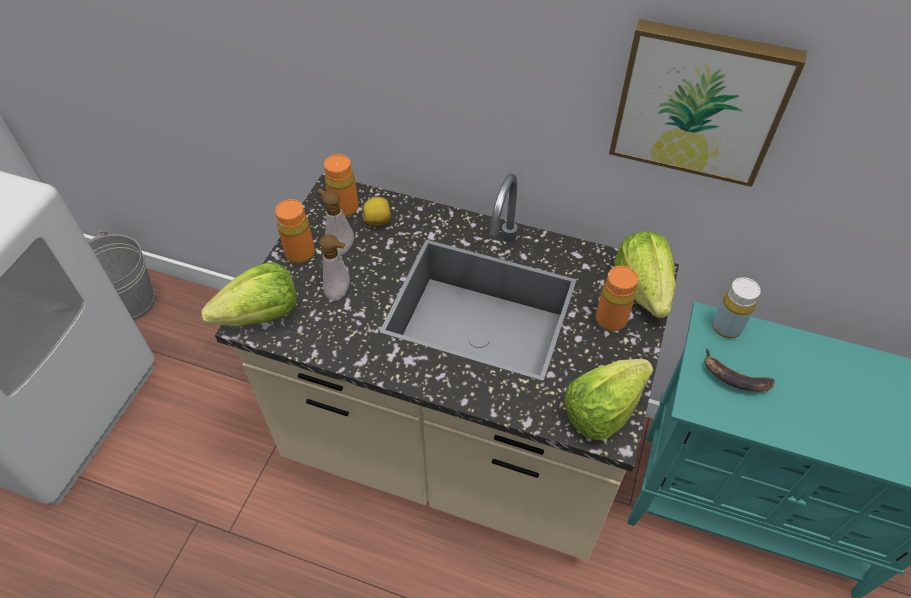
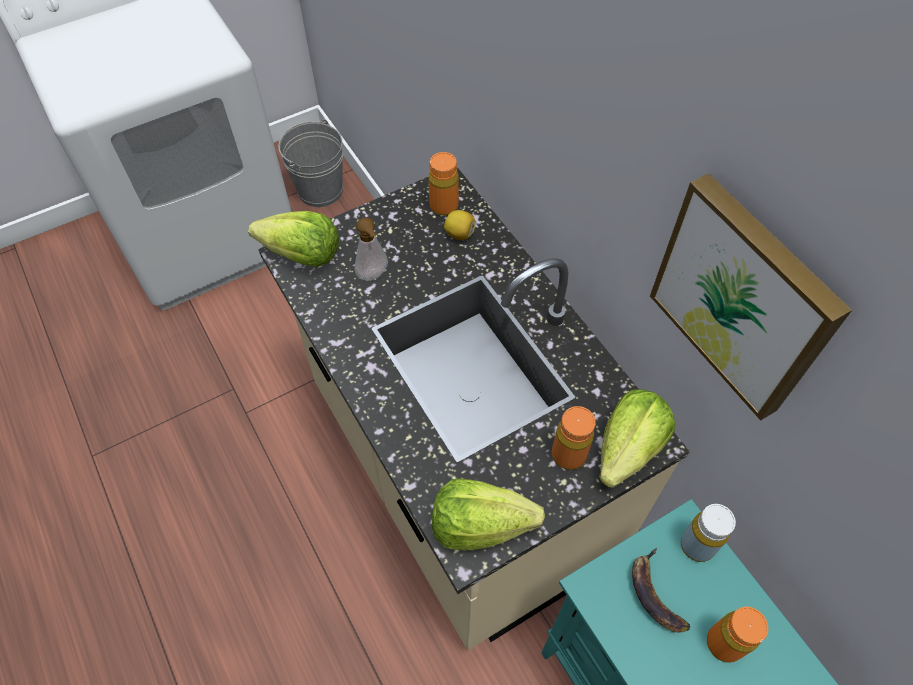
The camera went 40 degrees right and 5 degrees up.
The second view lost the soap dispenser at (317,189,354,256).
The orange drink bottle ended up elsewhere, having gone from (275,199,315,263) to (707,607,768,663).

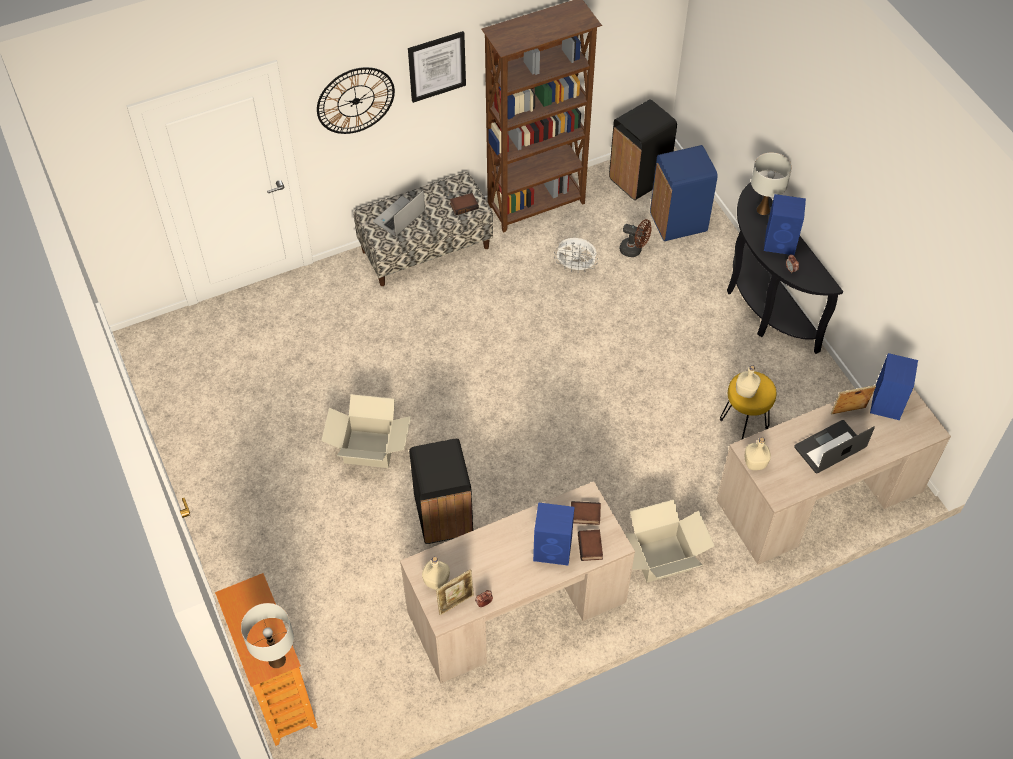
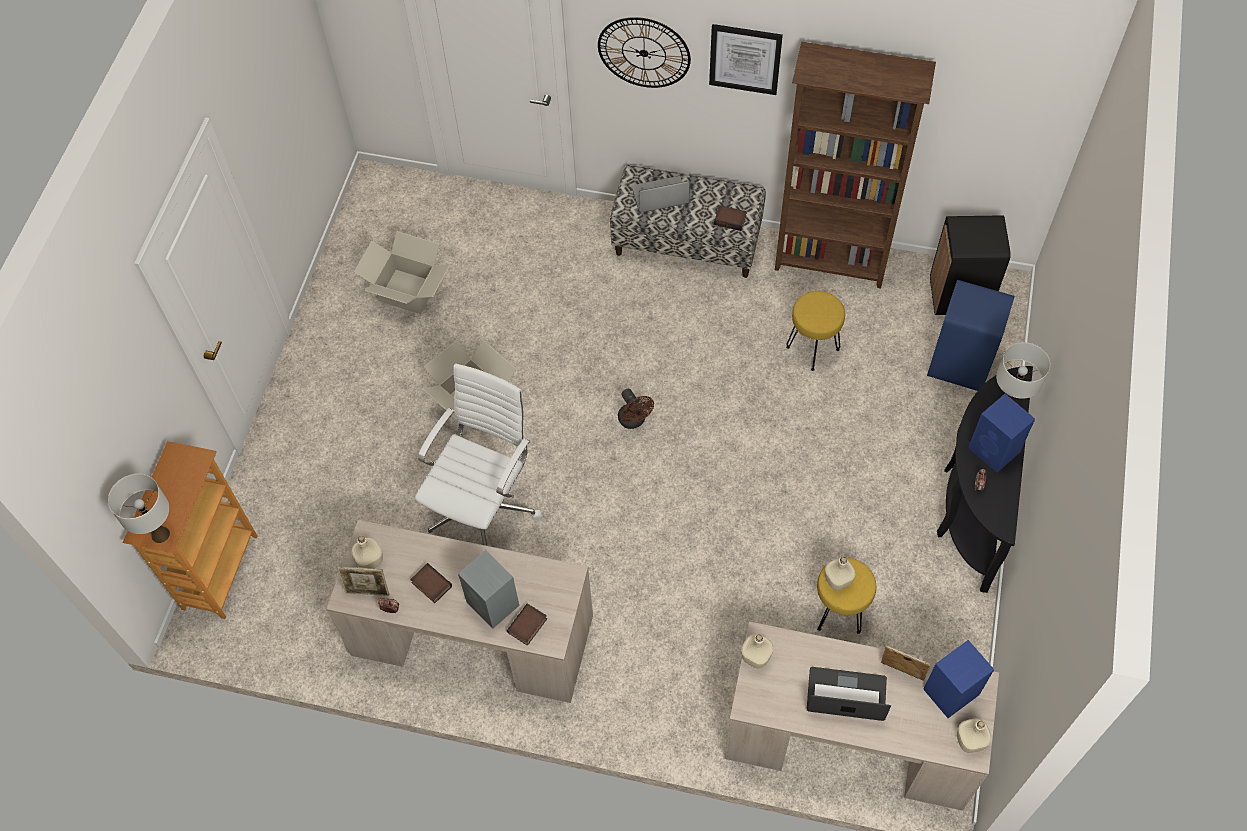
The camera went 40 degrees right and 5 degrees up.
The brownish cooling fan ended up elsewhere, having gone from (620,219,652,257) to (618,389,654,429).
Where the whitish cooling fan stood at (554,238,598,273), the yellowish stool seat came to stand at (786,291,845,371).
Where the blackish waste bin stood at (409,439,473,544), the whitish desk chair came to stand at (415,363,542,546).
The cardboard box ended up elsewhere, having gone from (625,500,714,583) to (354,231,450,314).
The volume ended up elsewhere, having gone from (571,501,601,525) to (410,563,452,603).
What was the bluish audio speaker at (533,502,575,566) turned into the gray audio speaker at (458,550,519,629).
The second view gained the beige-coloured drink bottle at (957,718,991,753).

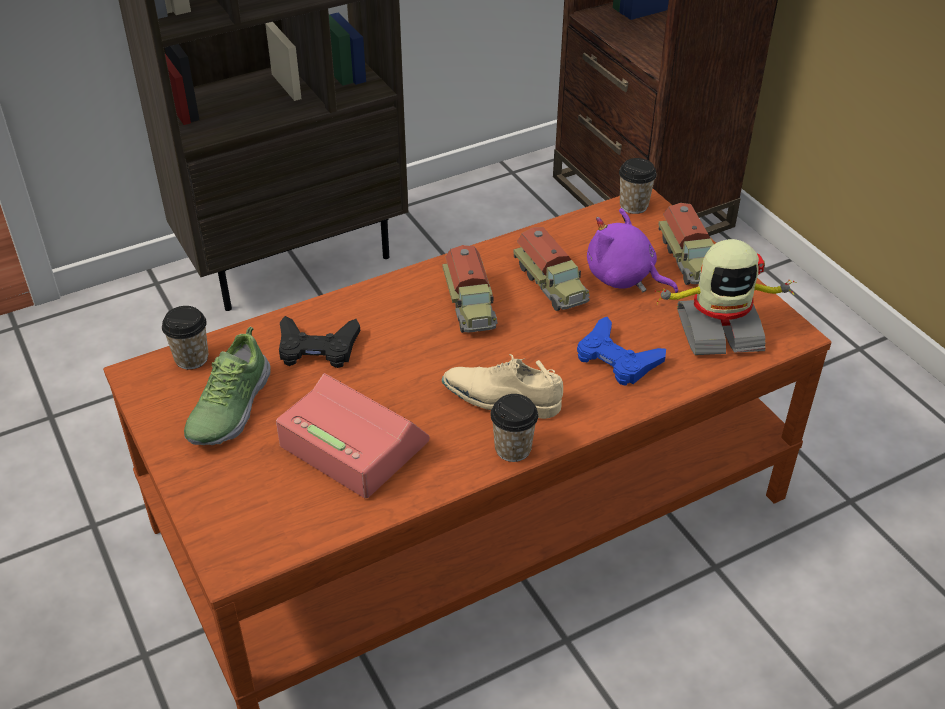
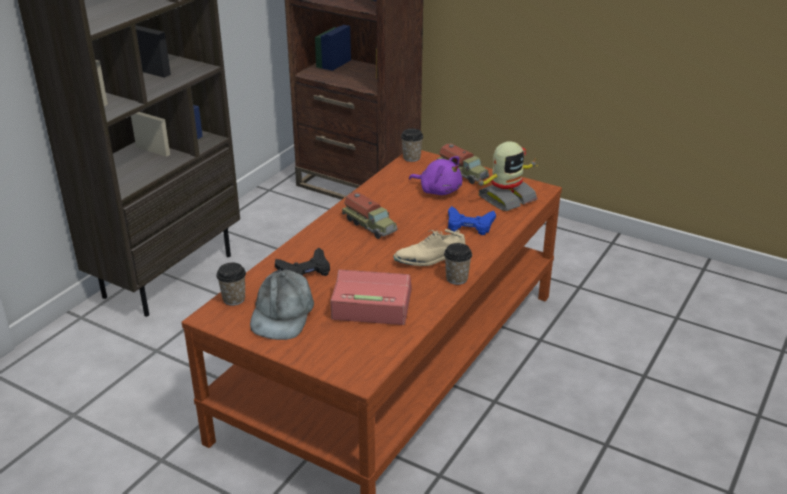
The camera went 30 degrees left and 10 degrees down.
The purple-coloured soft toy at (587,208,678,293) ended up facing another way, 150 degrees counterclockwise from before.
The second view lost the toy truck at (513,227,590,311).
Where the low shoe stood at (184,327,271,445), the gray peaked cap came to stand at (250,268,314,340).

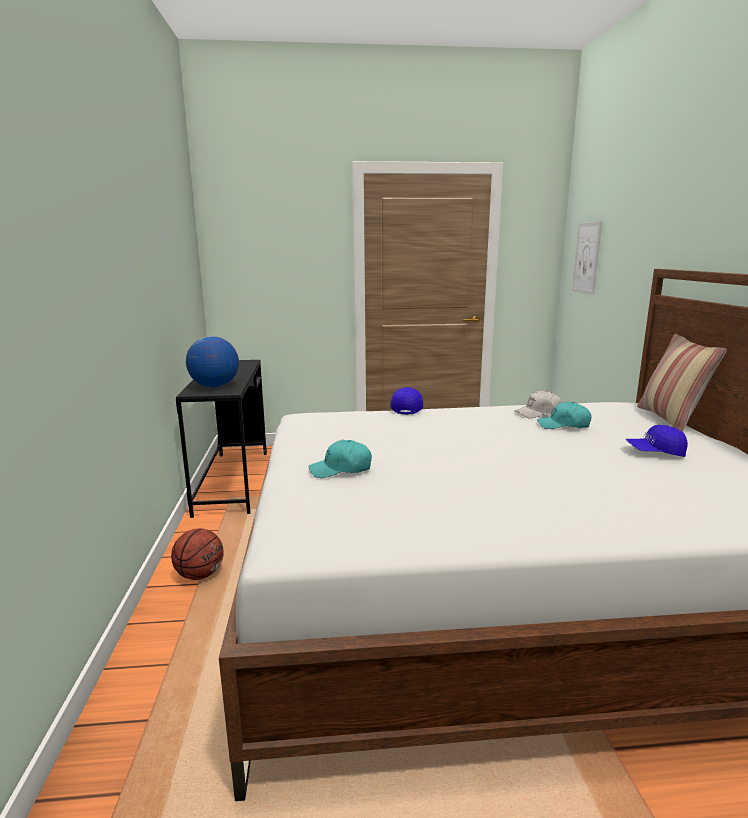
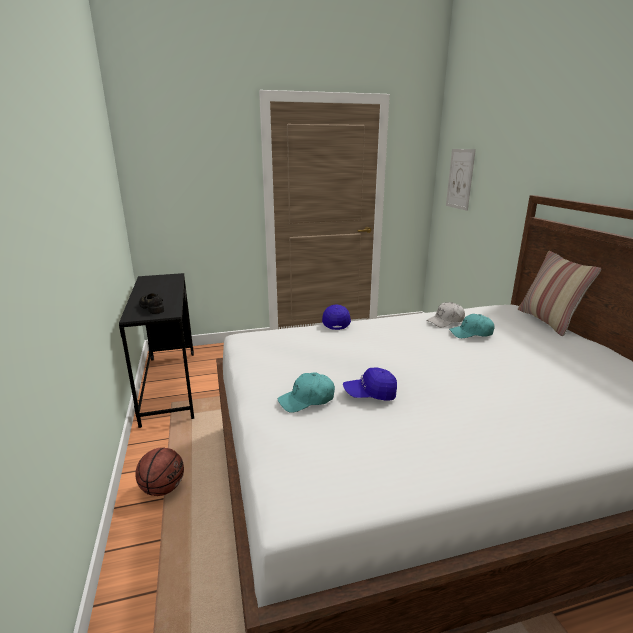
The camera went 10 degrees left and 5 degrees up.
Where the globe stood at (186,336,239,388), the blackish low shoe came to stand at (139,293,164,314).
The bluish peaked cap ended up elsewhere, having gone from (626,425,688,457) to (343,367,397,401).

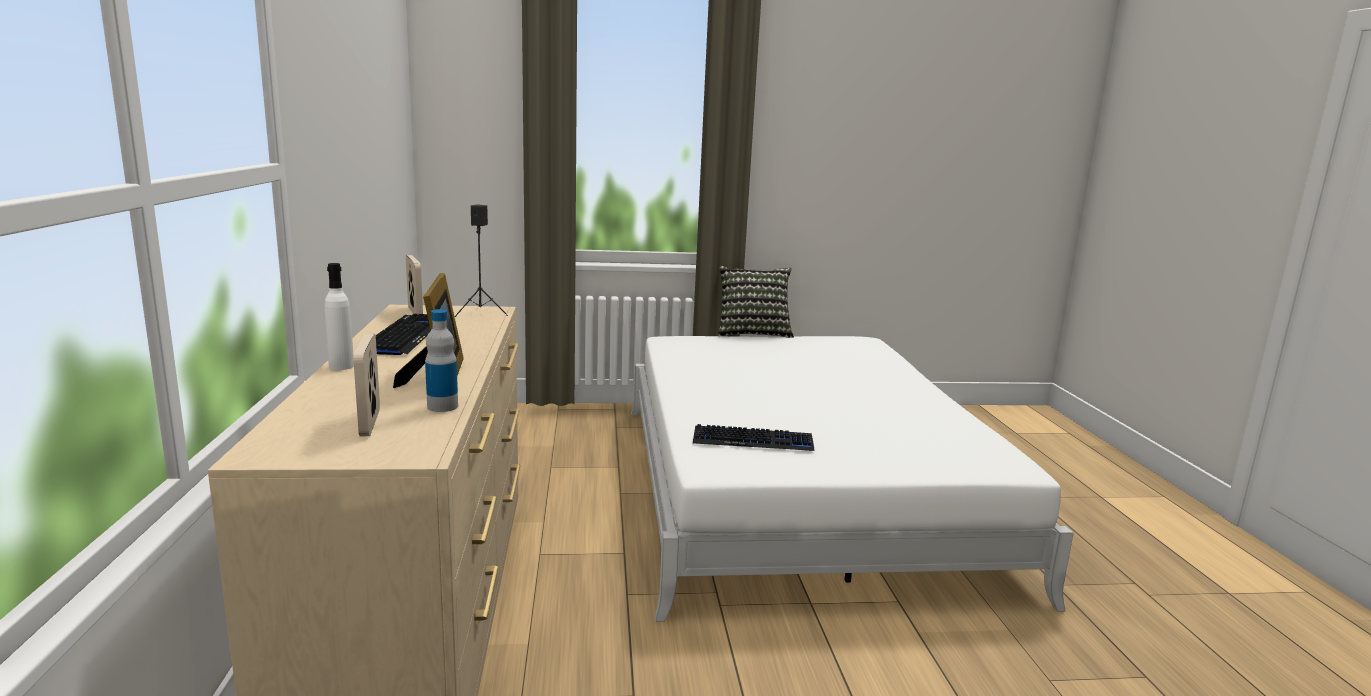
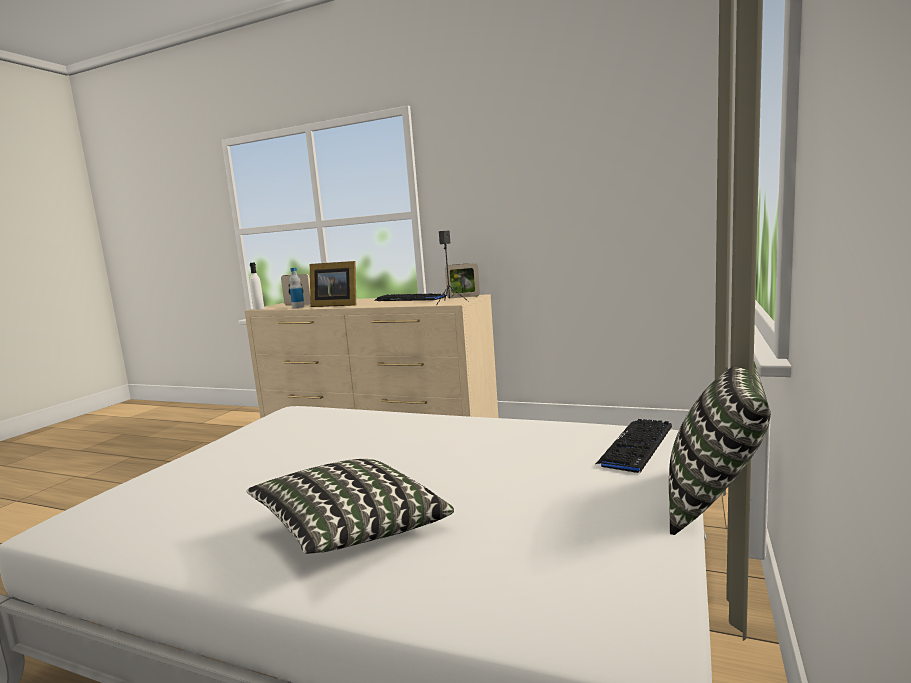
The camera went 120 degrees right and 5 degrees down.
The whitish drink bottle ended up elsewhere, having gone from (325,263,354,370) to (250,262,264,310).
The PC keyboard ended up elsewhere, having gone from (693,424,814,451) to (596,419,672,473).
The second view gained the cushion at (246,459,454,554).

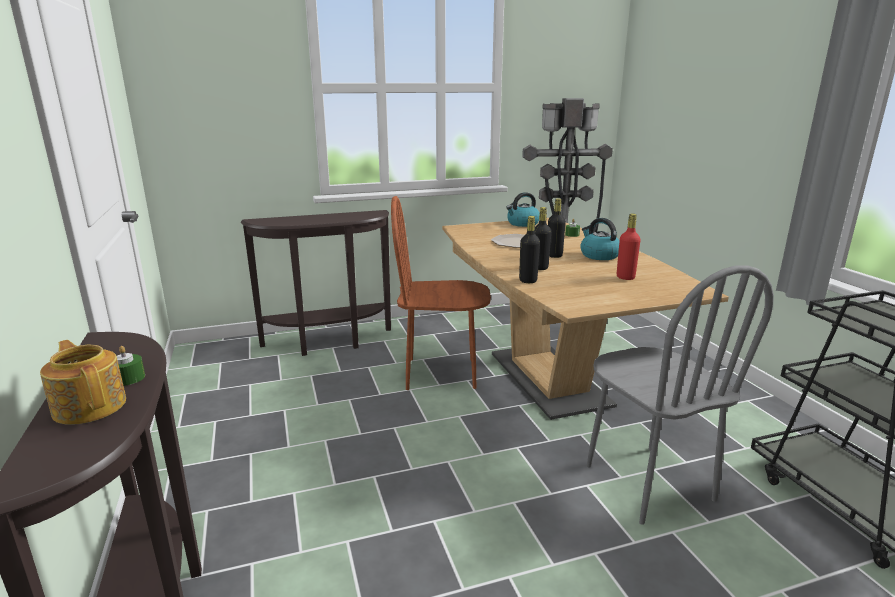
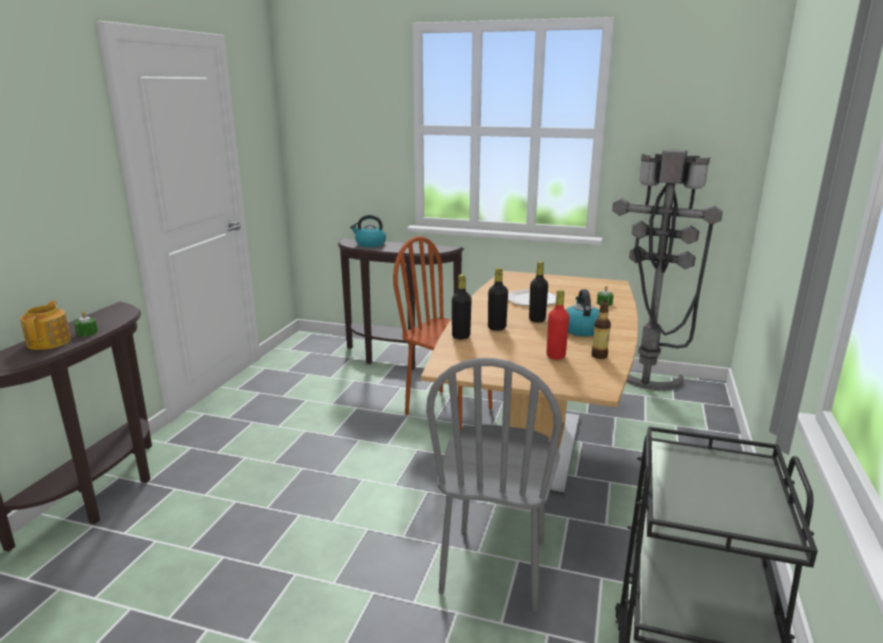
The camera went 35 degrees right and 0 degrees up.
The kettle ended up elsewhere, having gone from (506,192,540,227) to (350,215,386,247).
The second view gained the drink bottle at (591,301,611,359).

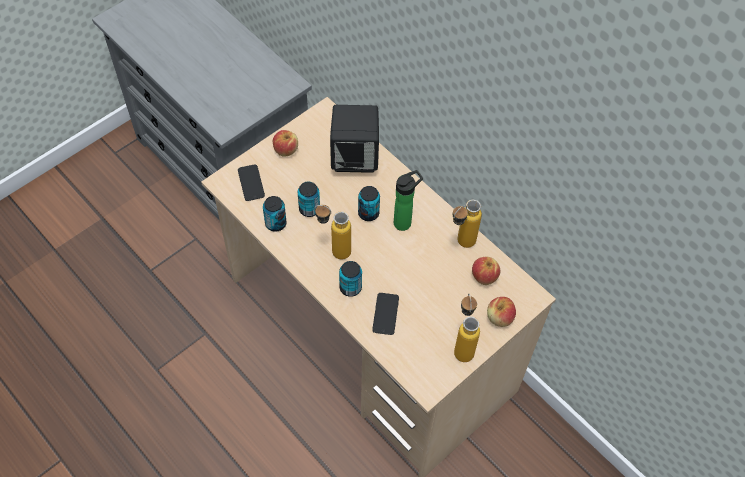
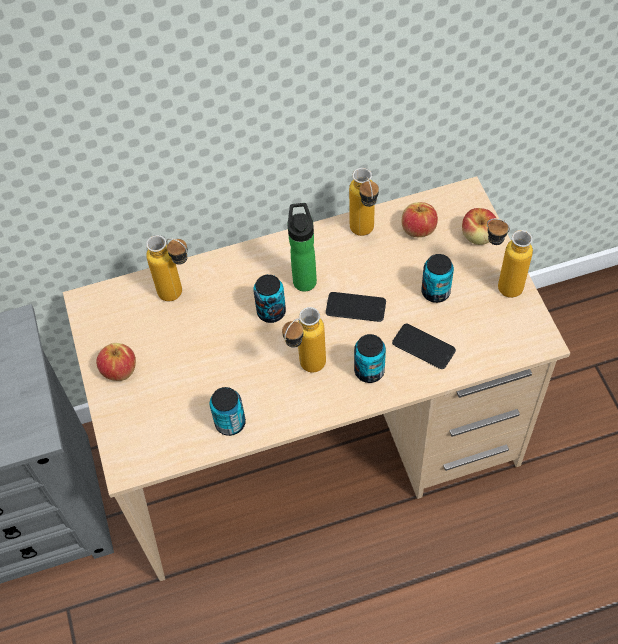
The camera went 60 degrees left and 0 degrees up.
Where the blackish audio speaker stood at (330,105,379,173), the drink bottle came to stand at (146,235,188,301).
The telephone ended up elsewhere, having gone from (238,164,265,201) to (326,292,386,322).
The sealed can ended up elsewhere, having gone from (298,181,320,217) to (421,254,454,303).

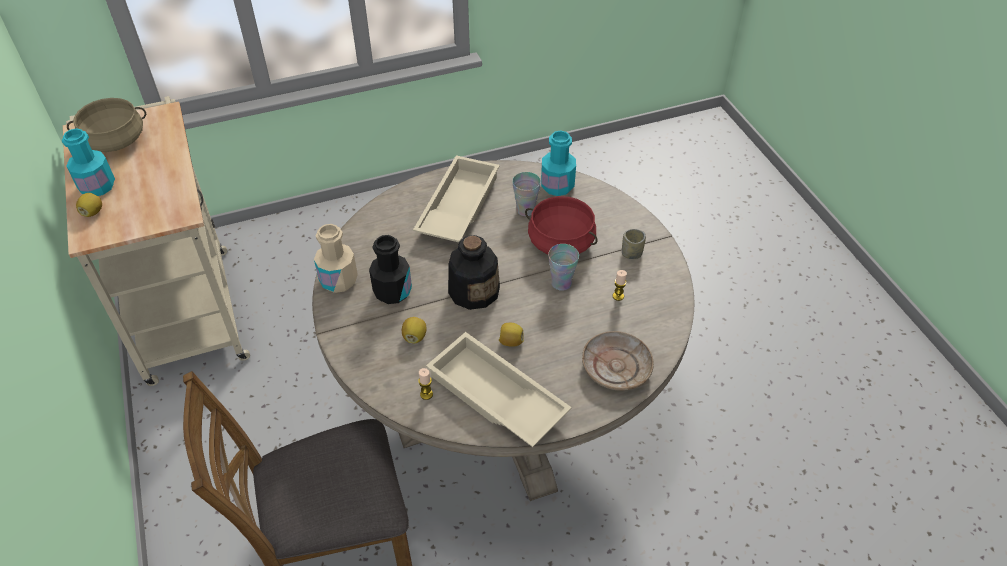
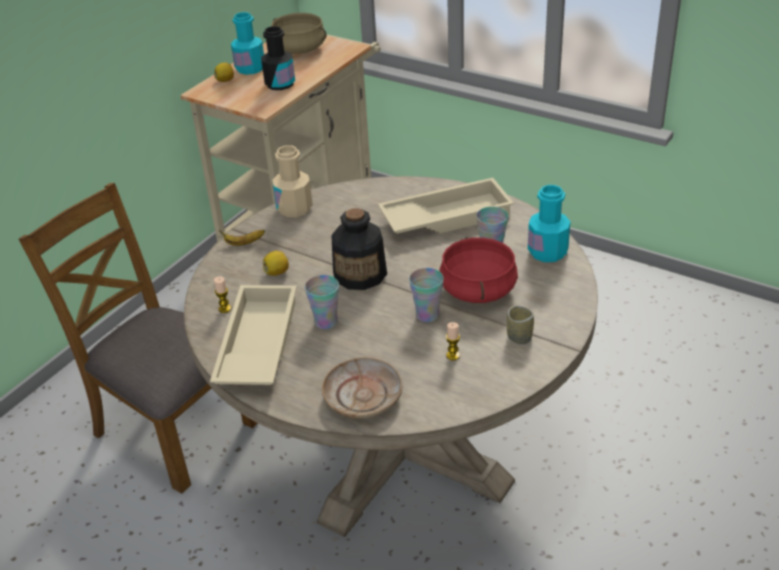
The camera went 55 degrees right and 10 degrees down.
The blackish drink bottle ended up elsewhere, having gone from (369,235,412,304) to (261,26,295,90).
Where the lemon stood at (499,323,524,347), the cup came to stand at (305,275,339,329).
The second view gained the whole banana at (219,230,265,246).

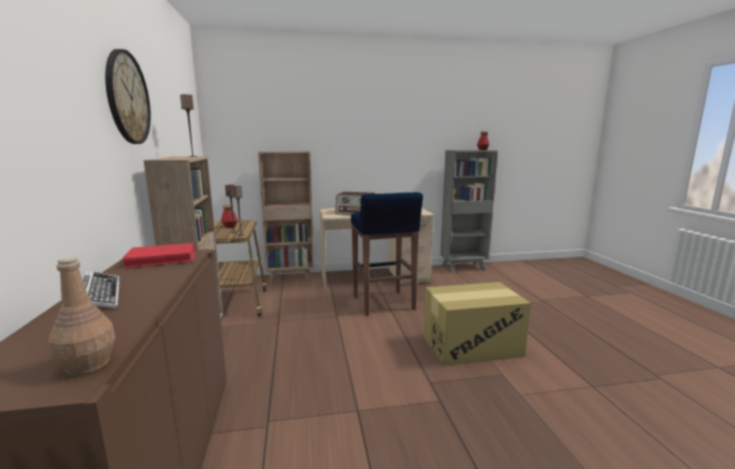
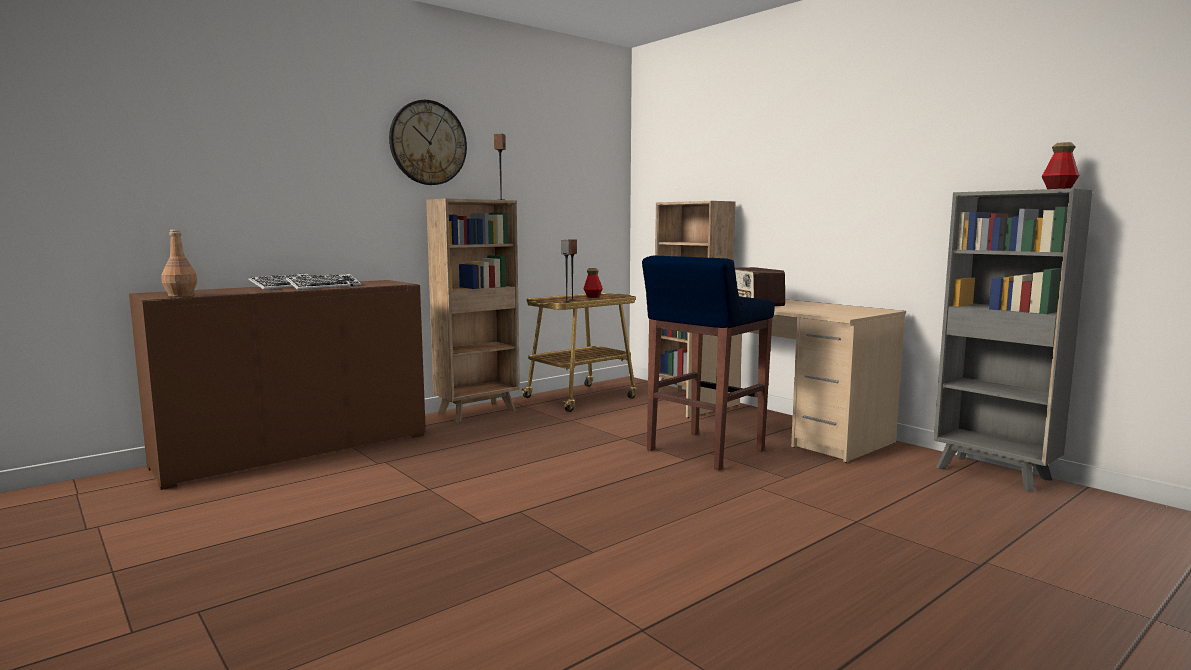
The camera went 60 degrees right and 5 degrees down.
The second view lost the reddish volume at (122,243,195,268).
The second view lost the cardboard box at (424,282,531,366).
The second view gained the PC keyboard at (286,274,361,290).

